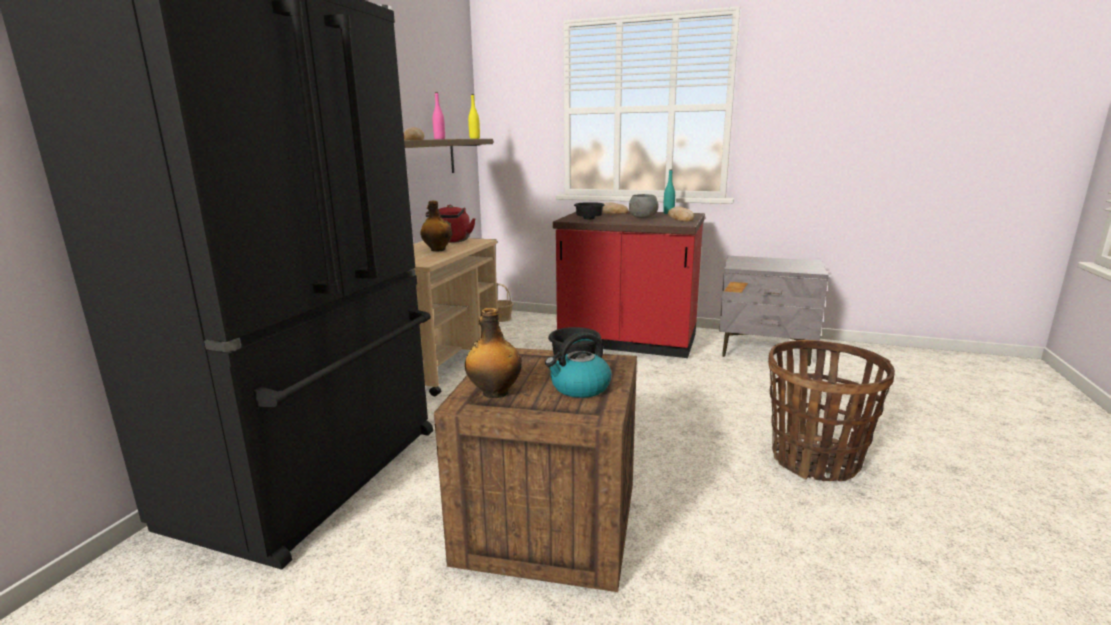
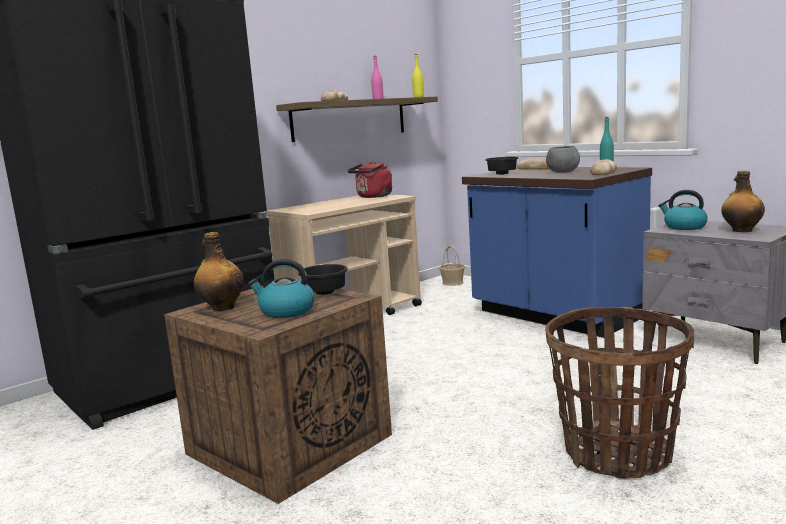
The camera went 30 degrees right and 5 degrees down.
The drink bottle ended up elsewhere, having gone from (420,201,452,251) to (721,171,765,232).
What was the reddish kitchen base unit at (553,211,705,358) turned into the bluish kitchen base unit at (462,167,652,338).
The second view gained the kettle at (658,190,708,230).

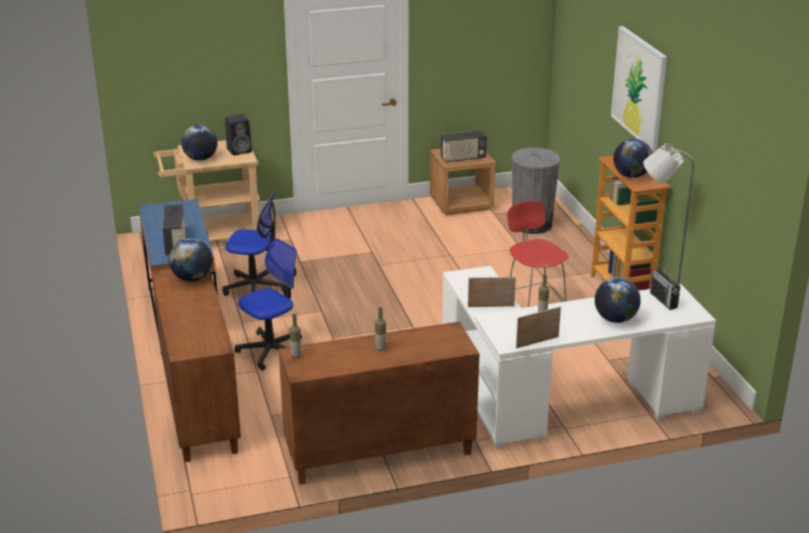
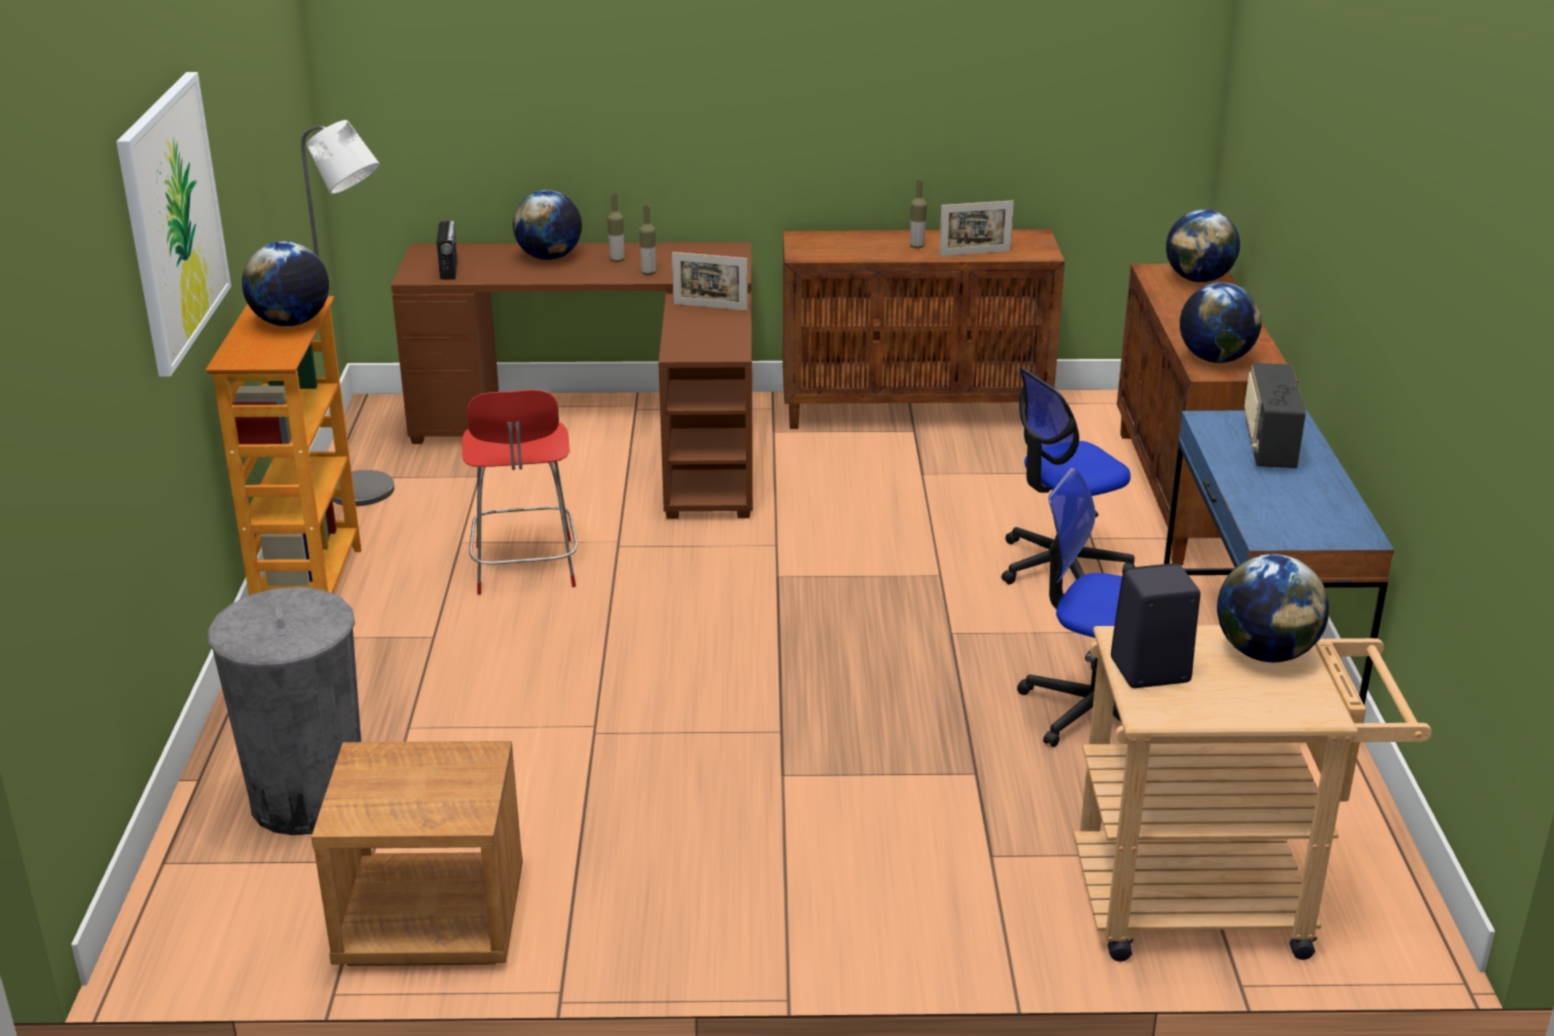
The camera went 165 degrees left and 0 degrees up.
The second view lost the radio receiver at (441,130,487,162).
What was the whitish desk table at (442,266,716,449) turned into the brownish desk table at (391,242,753,519).
The photo frame ended up elsewhere, having gone from (516,306,561,349) to (939,200,1014,256).
The drink bottle ended up elsewhere, having gone from (289,314,301,358) to (607,193,624,262).
The second view gained the globe at (1166,209,1240,282).

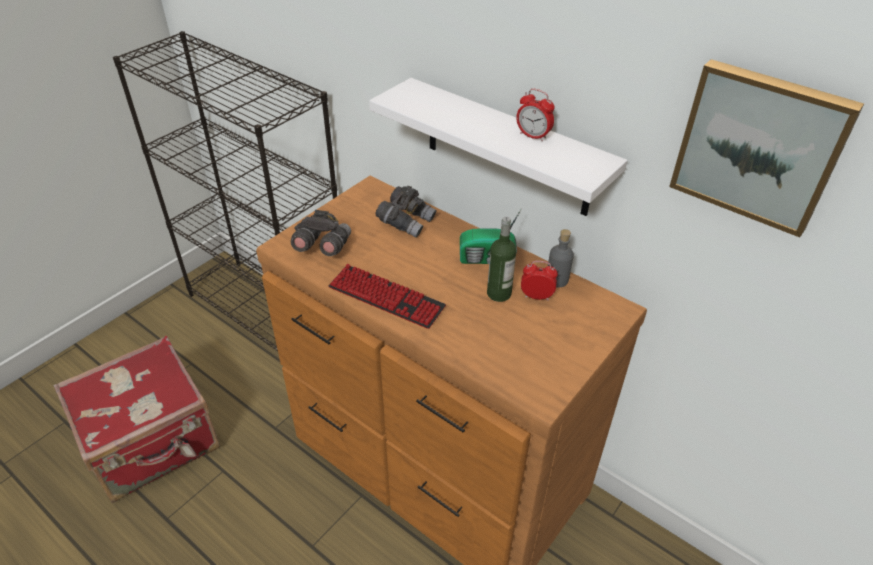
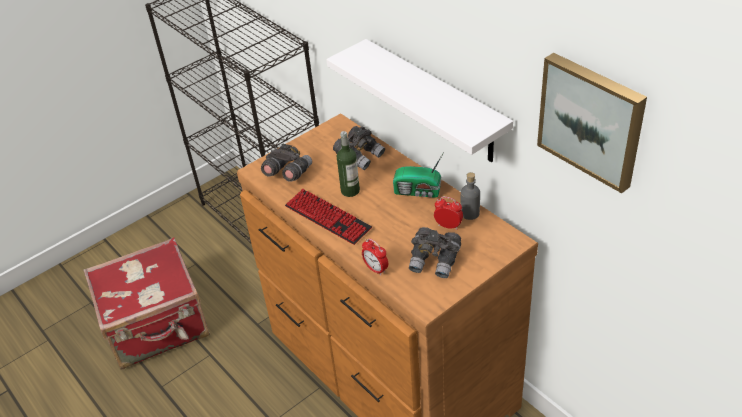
The camera went 15 degrees right and 0 degrees up.
The table clock ended up elsewhere, having gone from (516,89,555,141) to (362,238,388,276).
The drink bottle ended up elsewhere, having gone from (487,217,516,302) to (337,131,360,197).
The second view gained the gray field glasses at (409,227,461,278).

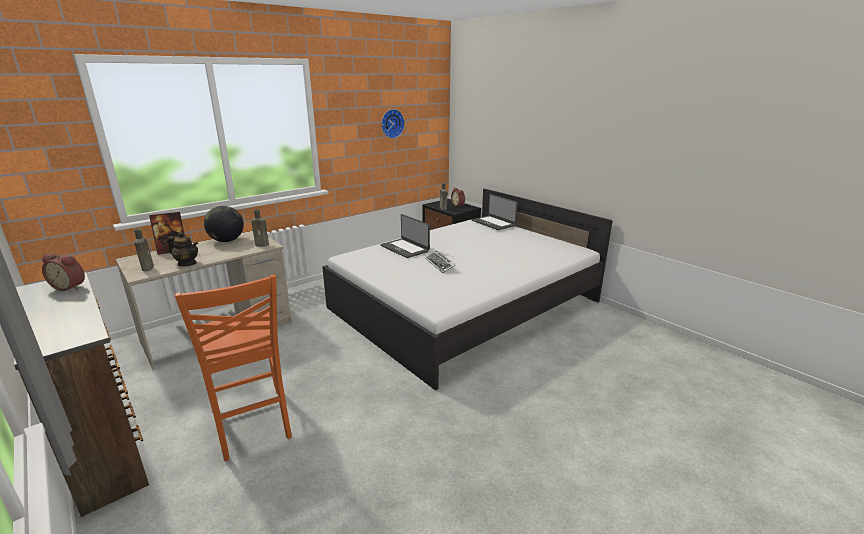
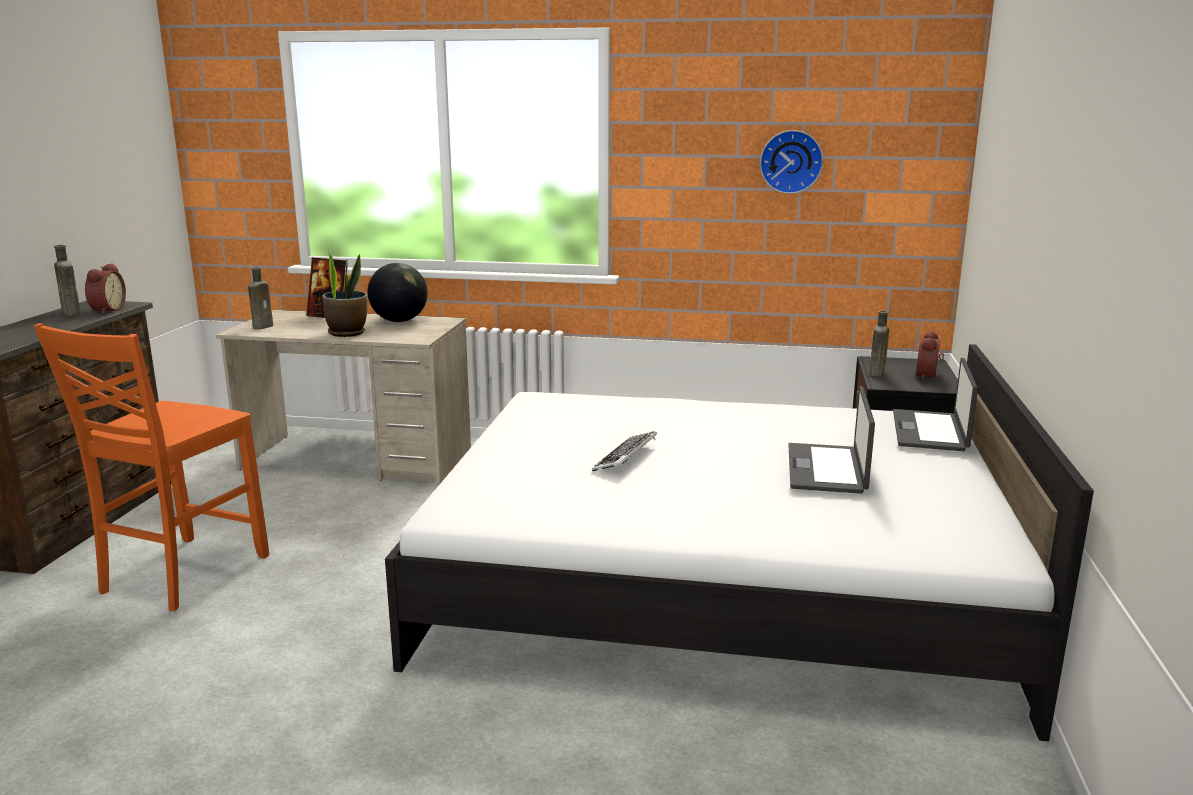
The camera went 50 degrees right and 5 degrees down.
The brownish drink bottle ended up elsewhere, having gone from (251,209,269,247) to (54,245,80,315).
The laptop ended up elsewhere, having gone from (380,214,430,258) to (788,386,875,494).
The second view lost the pot for tea at (167,232,198,266).
The table clock at (42,254,85,291) ended up facing another way, 150 degrees counterclockwise from before.
The second view gained the potted plant at (322,250,367,337).

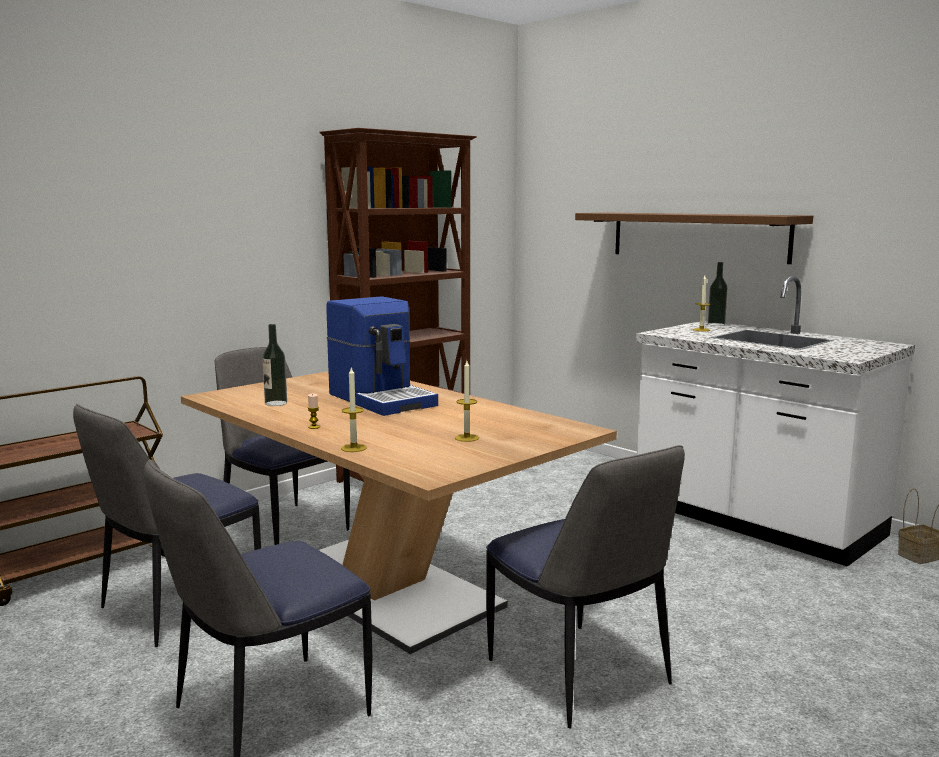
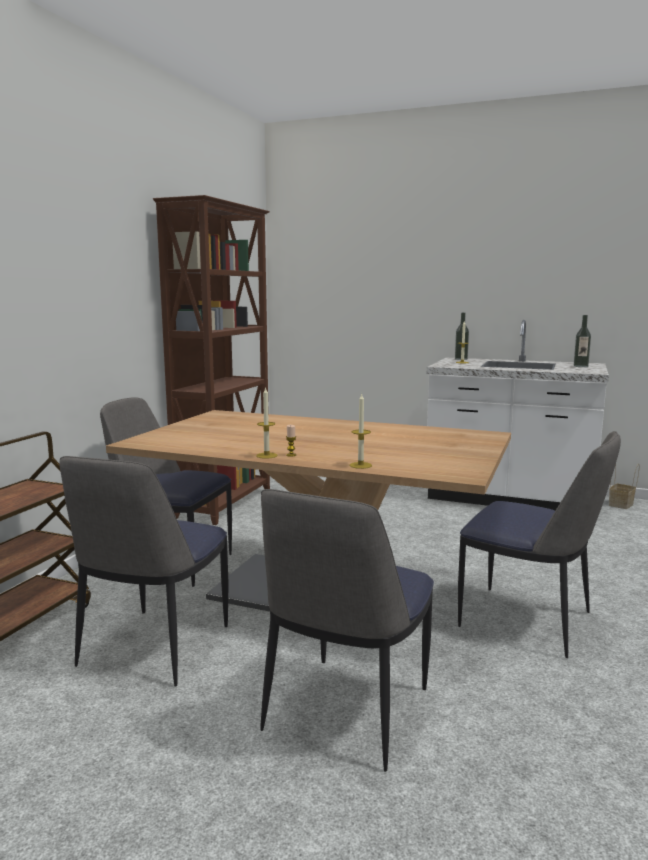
The camera went 25 degrees left and 0 degrees up.
The second view lost the brownish bracket shelf at (575,212,813,264).
The second view lost the coffee maker at (326,297,438,416).
The drink bottle ended up elsewhere, having gone from (262,324,287,406) to (574,315,591,367).
The wax light ended up elsewhere, having gone from (455,361,479,442) to (256,387,278,459).

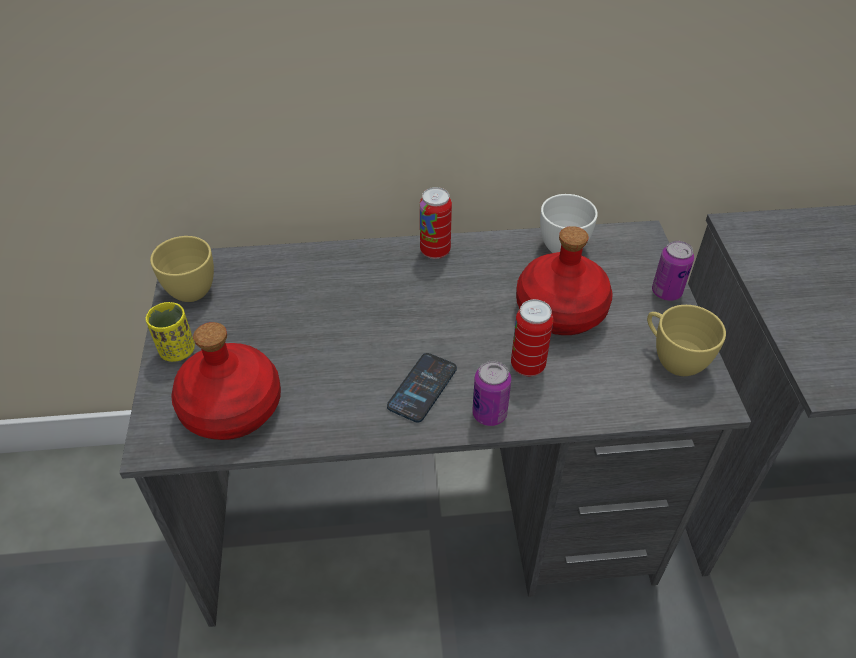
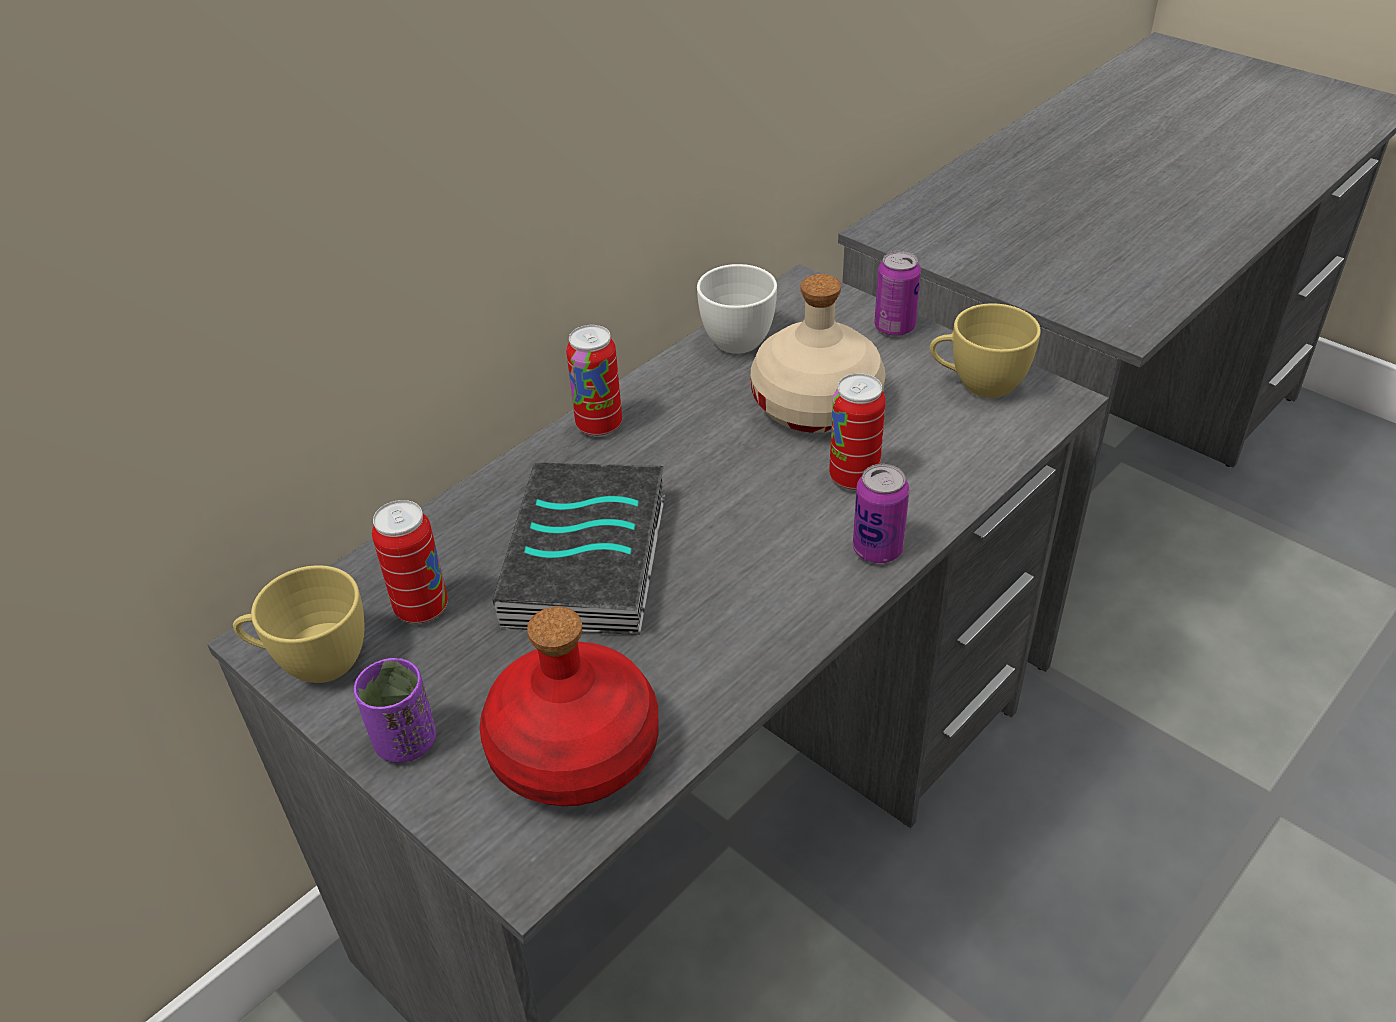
The camera went 40 degrees left and 5 degrees down.
What was the reddish drink bottle at (516,226,612,335) turned into the beige-coloured drink bottle at (751,274,886,433).
What was the yellowish cup at (146,302,195,362) turned into the purple-coloured cup at (354,658,436,763).
The second view lost the telephone at (387,353,457,423).
The second view gained the volume at (493,463,665,635).
The second view gained the sealed can at (372,500,448,624).

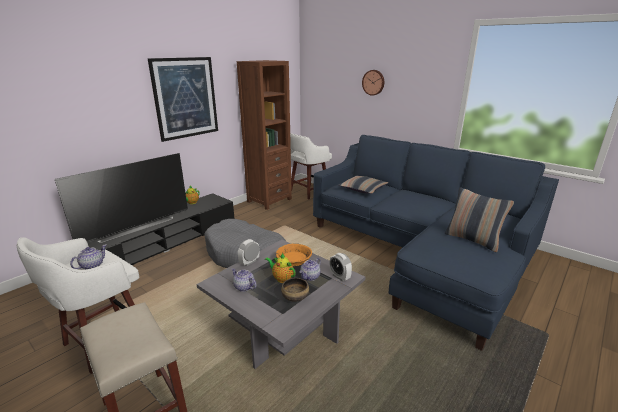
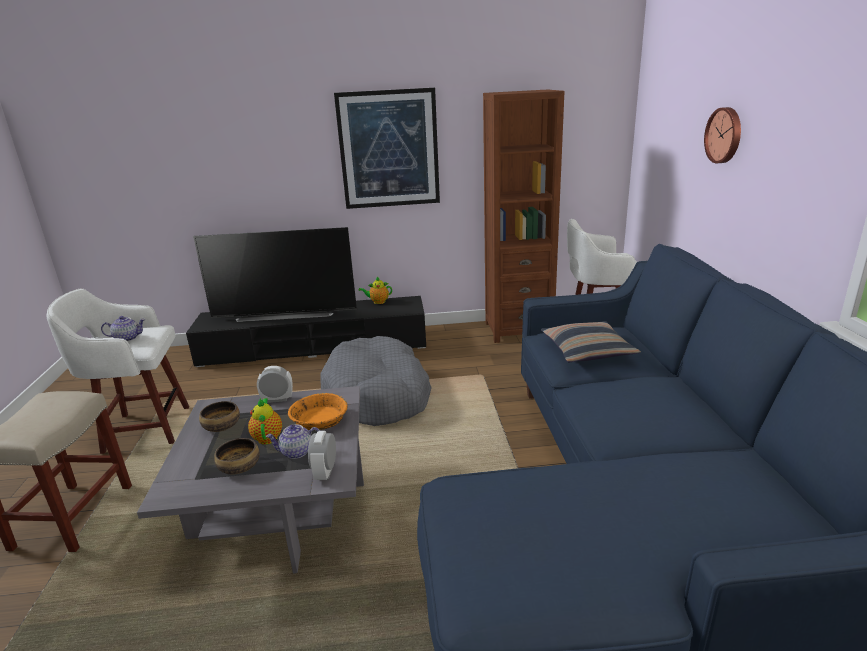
The camera went 45 degrees right and 0 degrees up.
The second view lost the cushion at (445,187,514,252).
Where the pot for tea stood at (231,268,257,292), the serving bowl came to stand at (199,401,240,432).

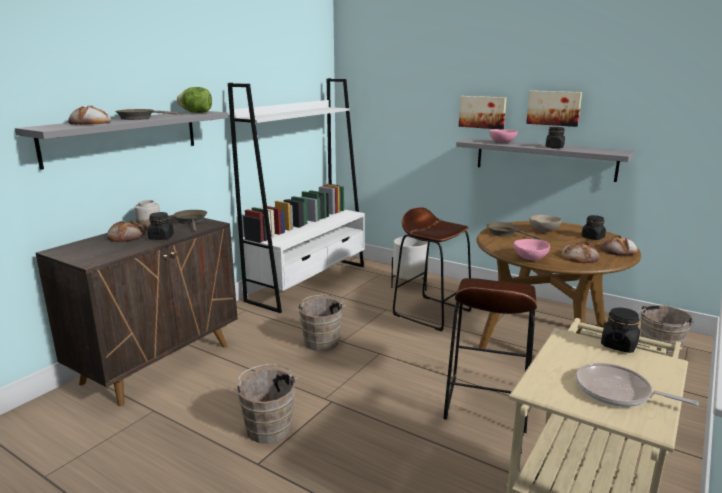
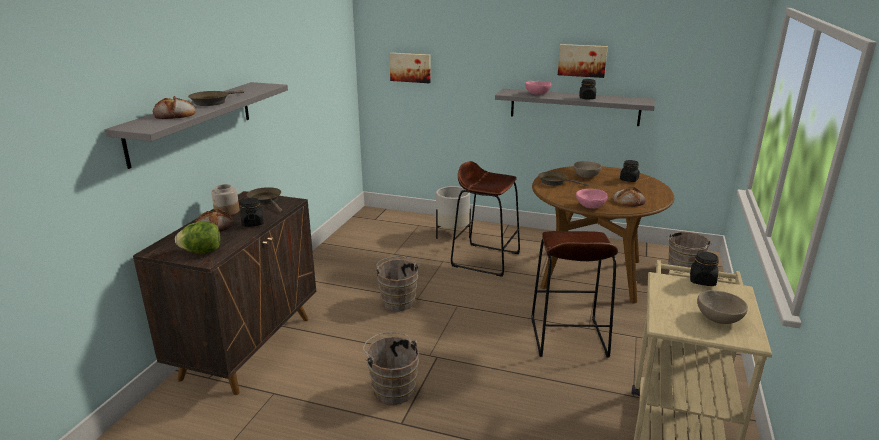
The camera went 15 degrees left and 5 degrees up.
The second view lost the whitish bookcase at (228,78,365,313).
The head of lettuce ended up elsewhere, having gone from (177,87,212,113) to (175,222,221,254).
The wall picture ended up elsewhere, having gone from (459,96,506,130) to (389,53,431,83).
The second view lost the baked bread at (600,235,638,255).
Where the frying pan stood at (575,363,699,407), the beige-coloured serving bowl came to stand at (697,290,748,324).

